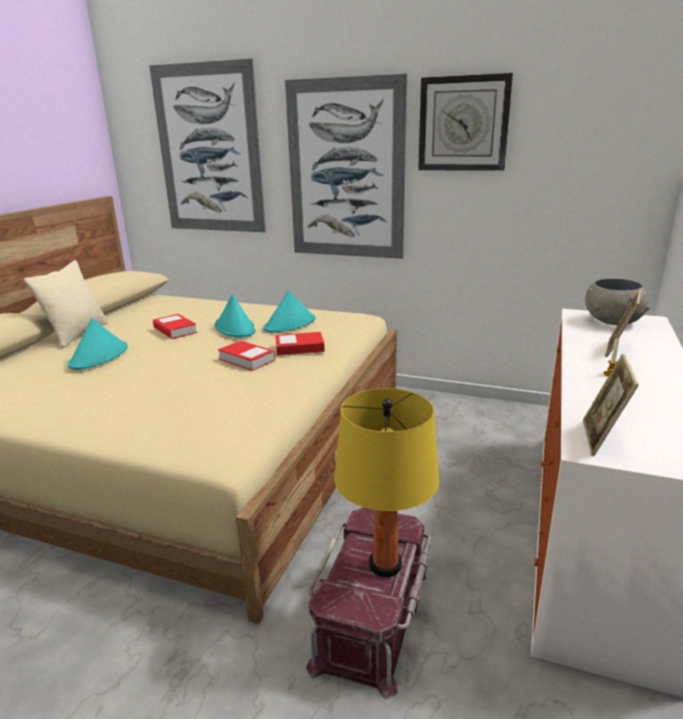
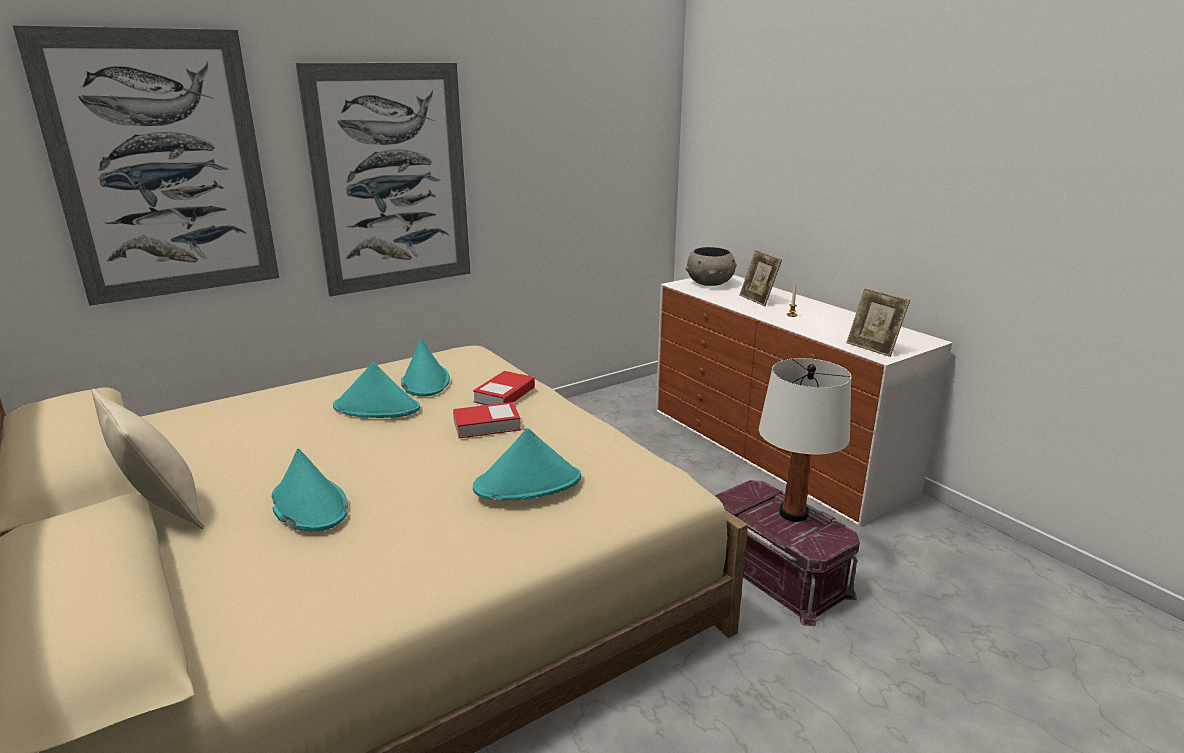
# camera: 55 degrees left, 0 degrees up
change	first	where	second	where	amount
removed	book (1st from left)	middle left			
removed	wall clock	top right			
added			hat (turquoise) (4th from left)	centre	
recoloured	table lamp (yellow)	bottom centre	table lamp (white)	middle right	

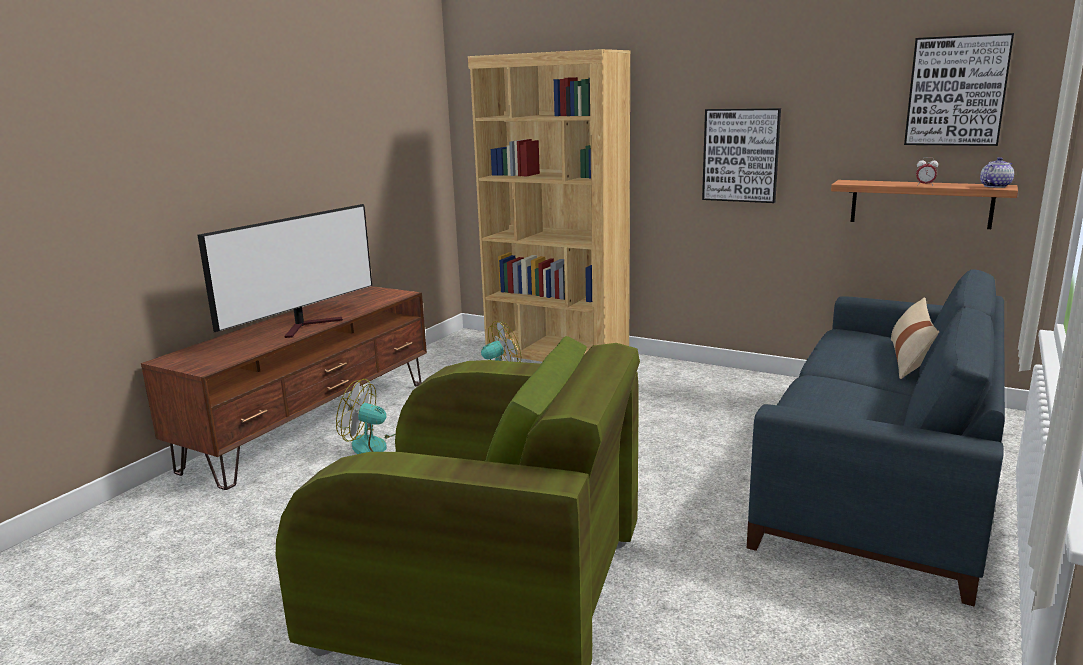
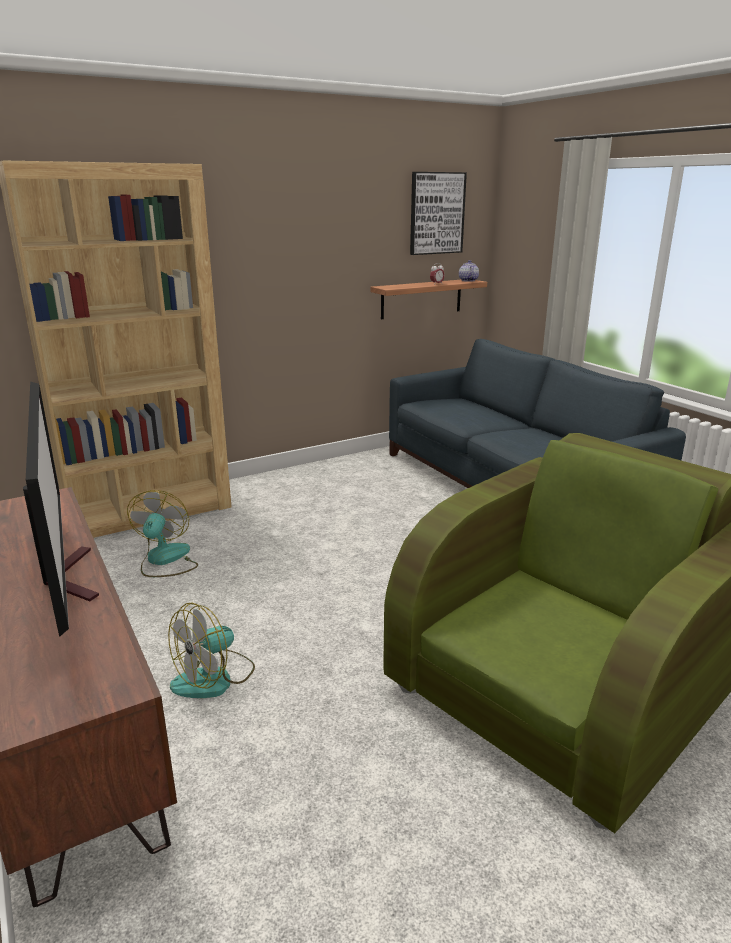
# camera: 60 degrees left, 5 degrees up
change	first	where	second	where	amount
removed	picture (1st from left)	top right			
removed	pillow (beige)	middle right			

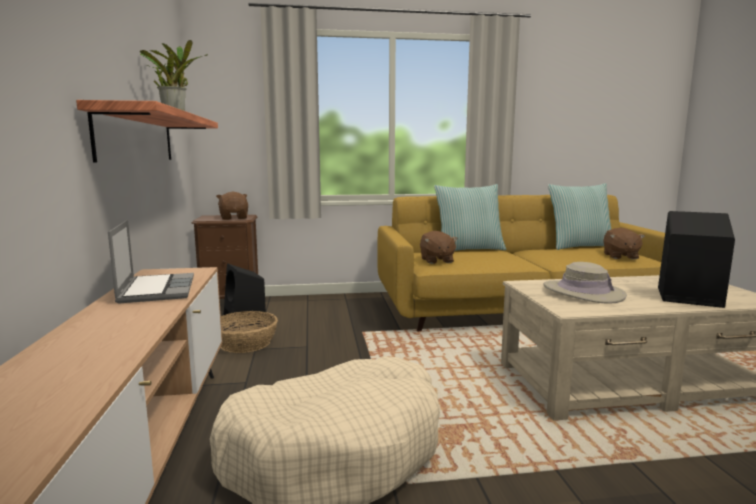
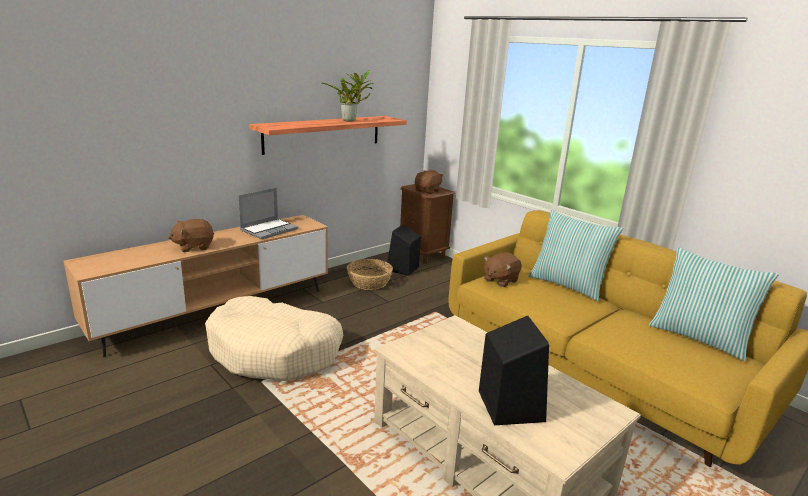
# camera: 55 degrees right, 10 degrees up
change	first	where	second	where	amount
removed	hat (beige)	middle right			
moved	plush toy (brown) (3rd from left in the first image)	middle right	plush toy (brown) (1st from left)	middle left	

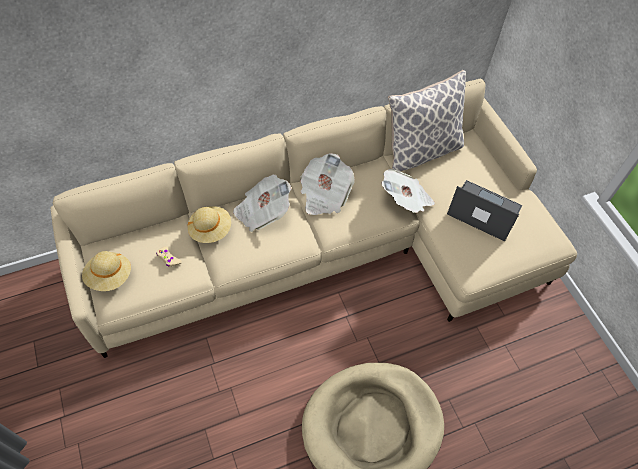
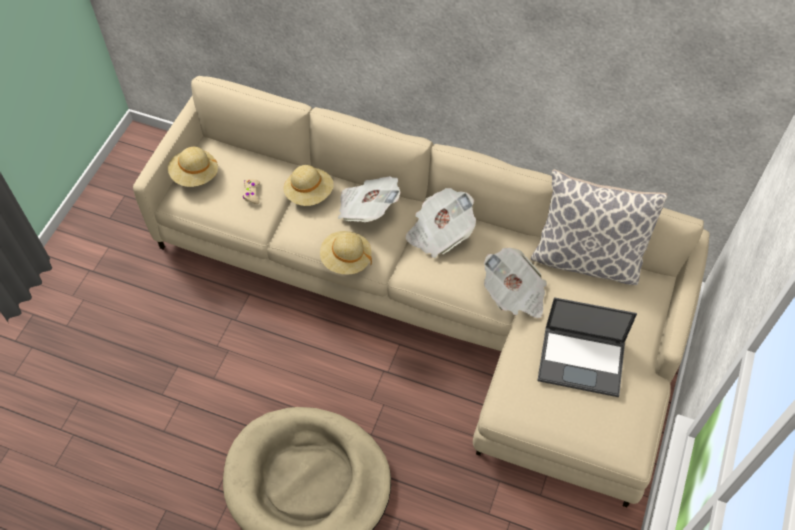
# camera: 45 degrees right, 0 degrees up
change	first	where	second	where	amount
added			hat (beige) (3rd from left)	centre	
turned	laptop	middle right		middle right	120 degrees clockwise

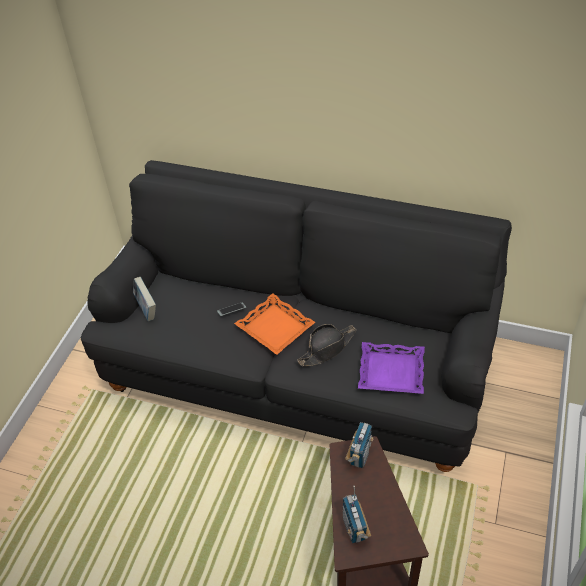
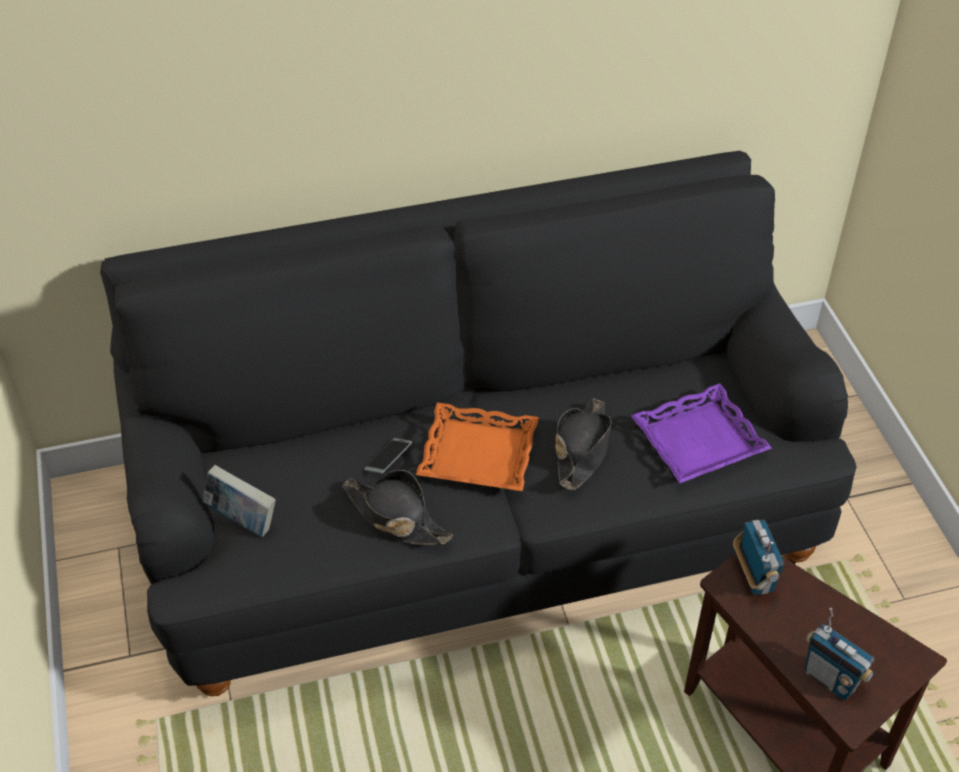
# camera: 35 degrees left, 0 degrees up
change	first	where	second	where	amount
added			hat (black) (1st from left)	centre	

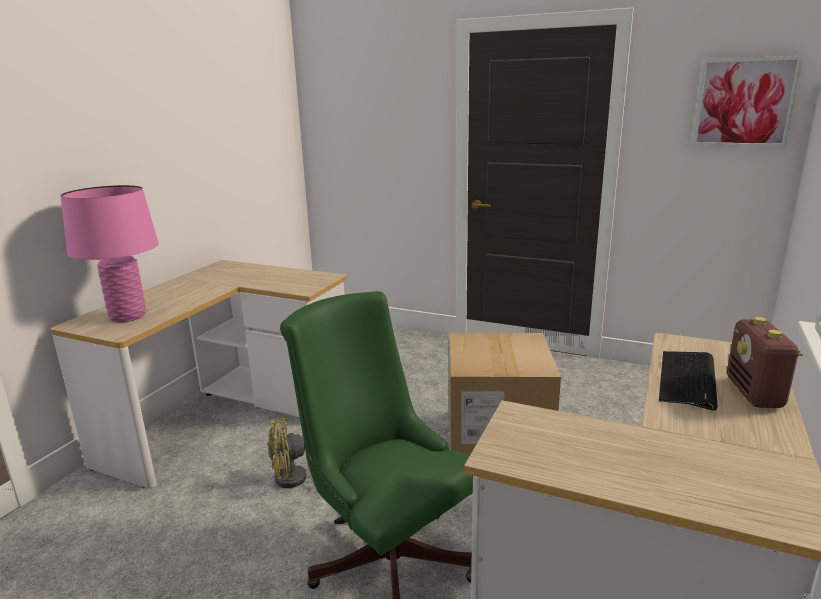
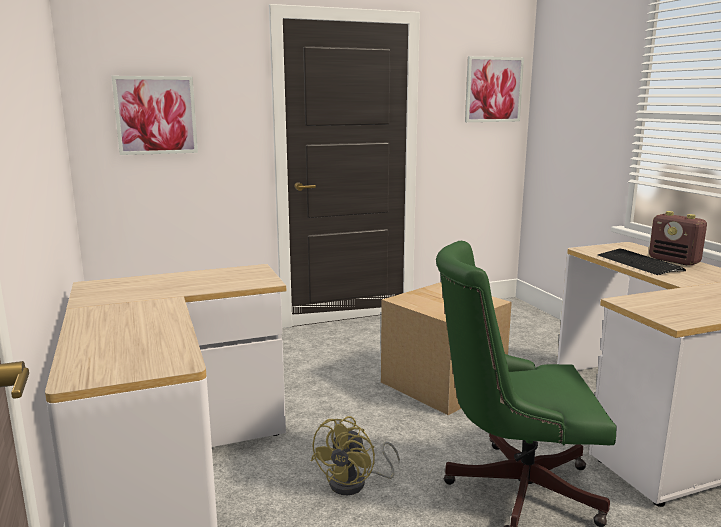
# camera: 45 degrees left, 5 degrees down
change	first	where	second	where	amount
removed	table lamp (pink)	middle left			
added			picture (1st from left)	top left	

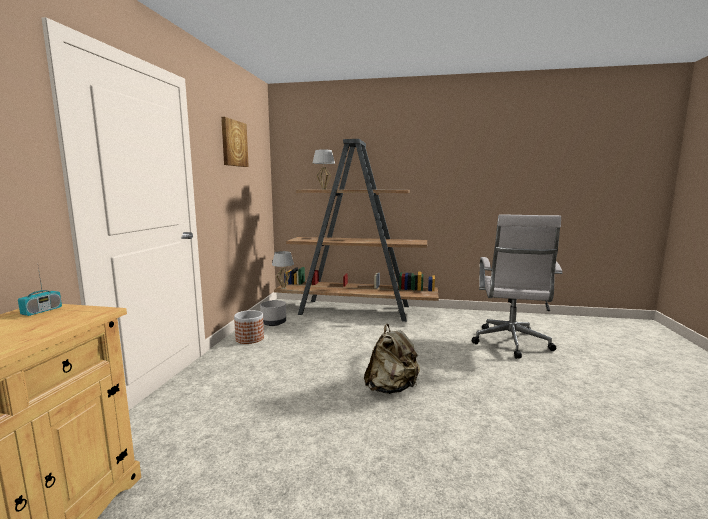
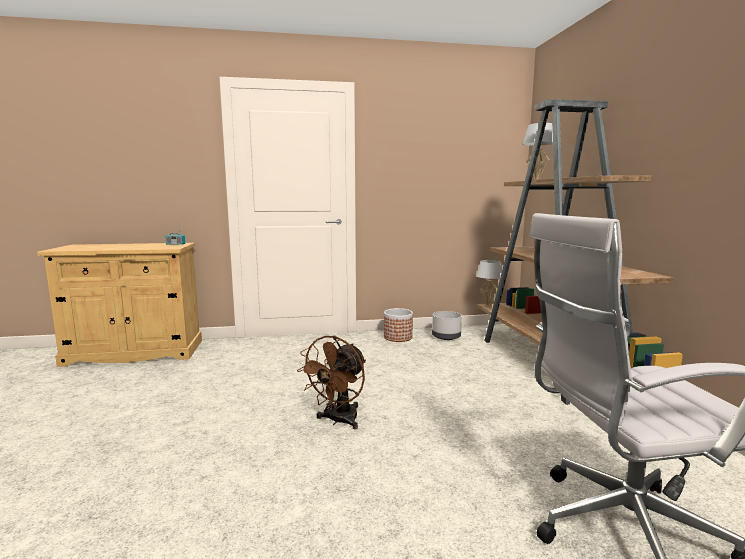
# camera: 70 degrees right, 0 degrees up
change	first	where	second	where	amount
removed	picture	top left			
replaced	backpack (beige)	bottom centre	fan (brown)	bottom centre	

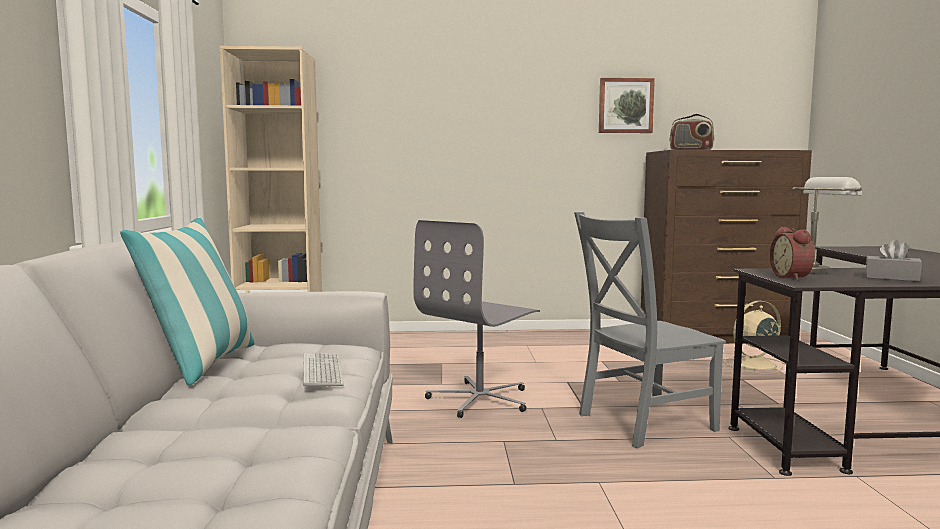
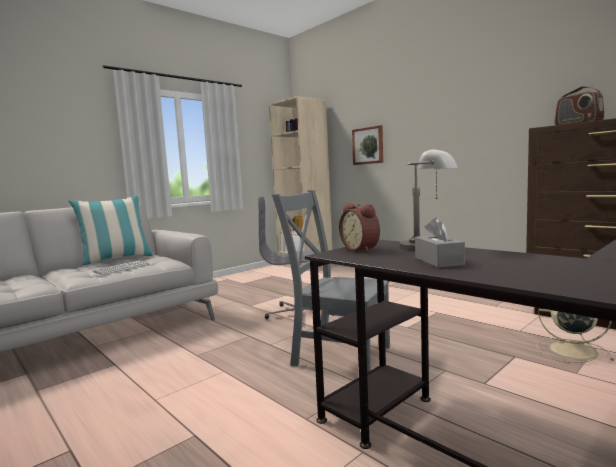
# camera: 50 degrees right, 0 degrees up
change	first	where	second	where	amount
moved	picture	top right		top centre	
turned	alarm clock	middle right		centre	75 degrees counterclockwise

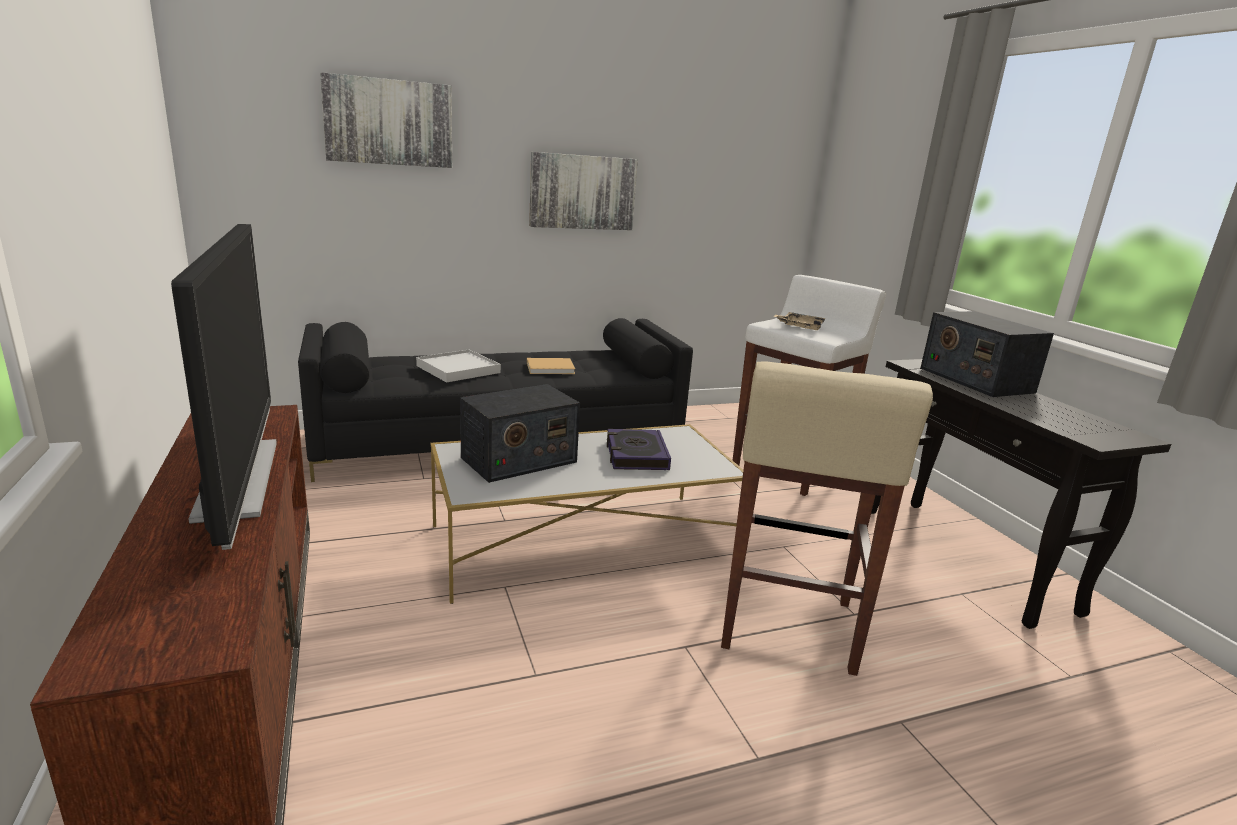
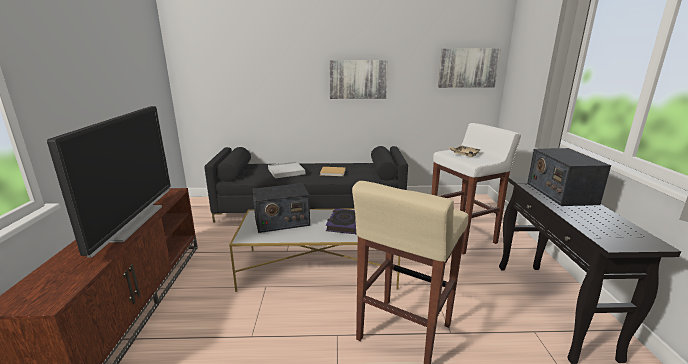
# camera: 20 degrees right, 0 degrees up
change	first	where	second	where	amount
moved	picture (1st from left in the first image)	top left	picture (2nd from left)	top right	

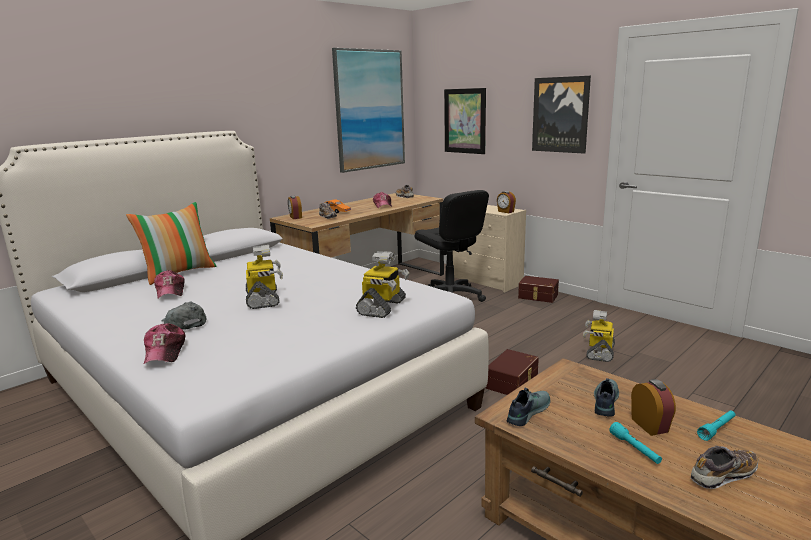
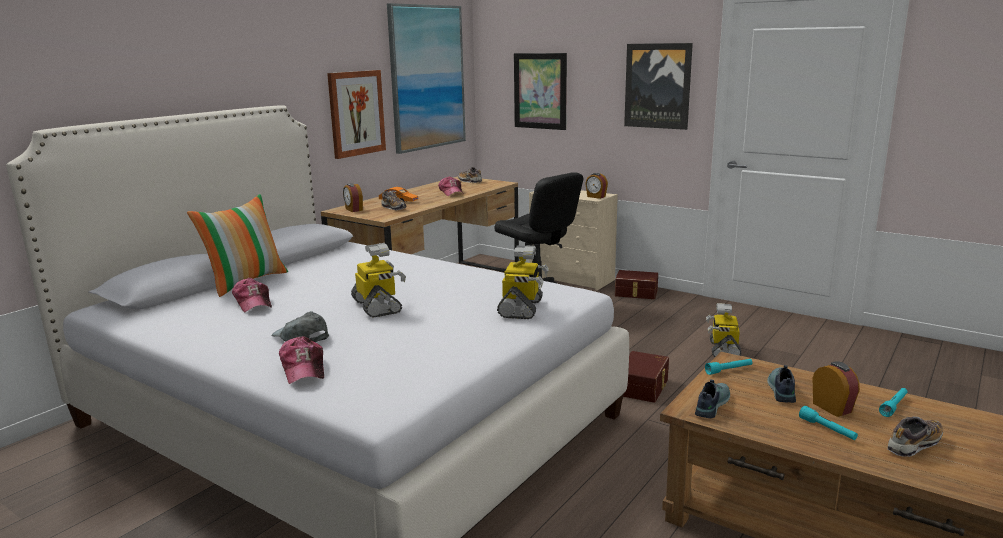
# camera: 10 degrees left, 0 degrees up
change	first	where	second	where	amount
added			picture (1st from left)	top centre	
added			flashlight (turquoise) (1st from left)	bottom right	

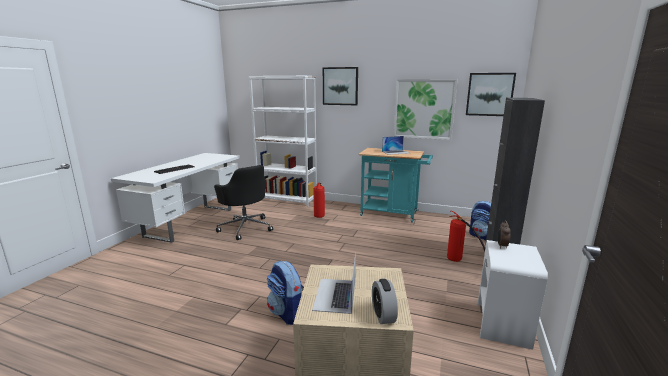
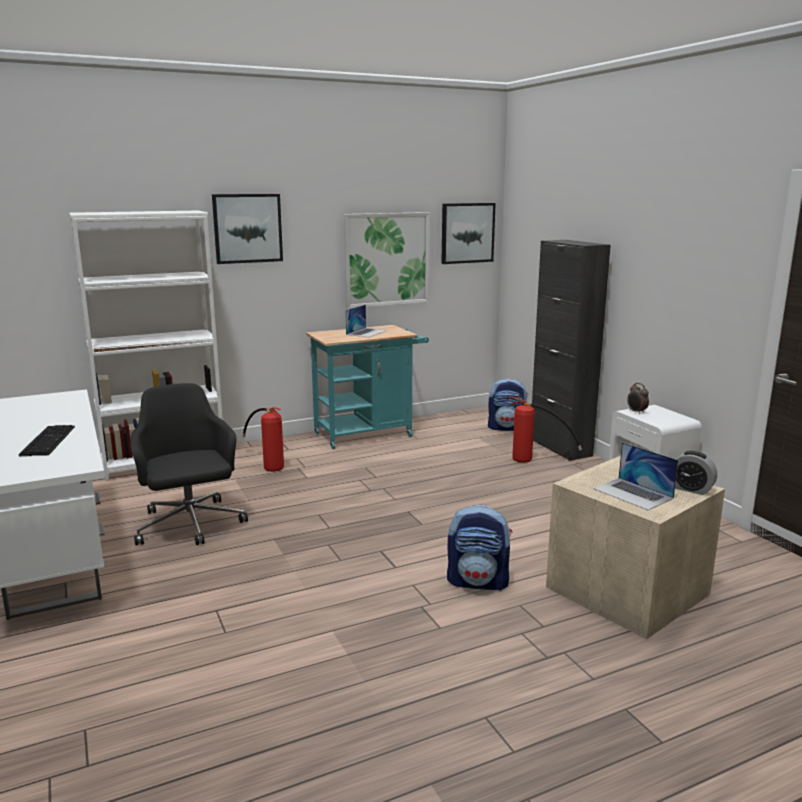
# camera: 45 degrees left, 0 degrees up
change	first	where	second	where	amount
turned	office chair (black)	centre		middle left	120 degrees counterclockwise

